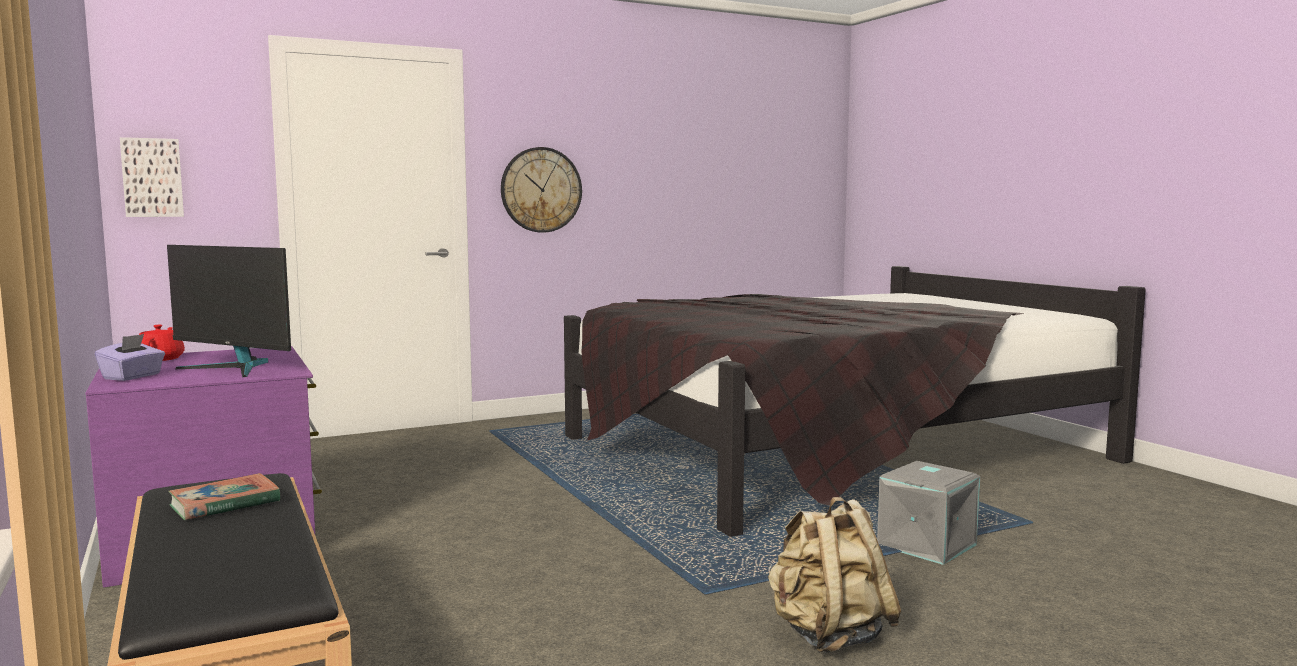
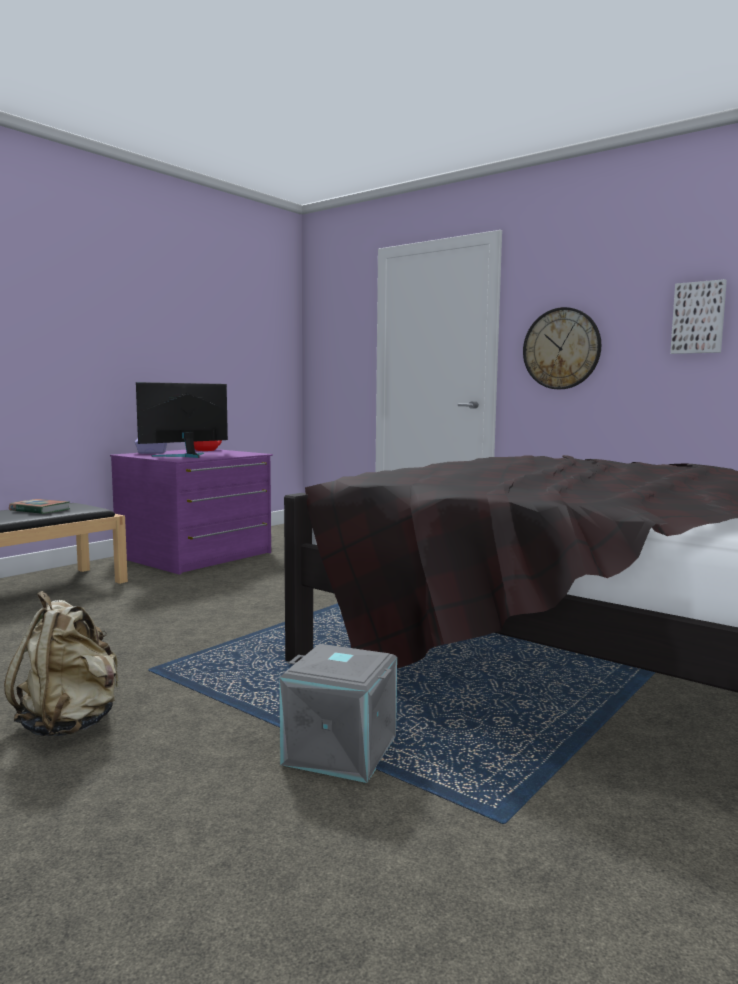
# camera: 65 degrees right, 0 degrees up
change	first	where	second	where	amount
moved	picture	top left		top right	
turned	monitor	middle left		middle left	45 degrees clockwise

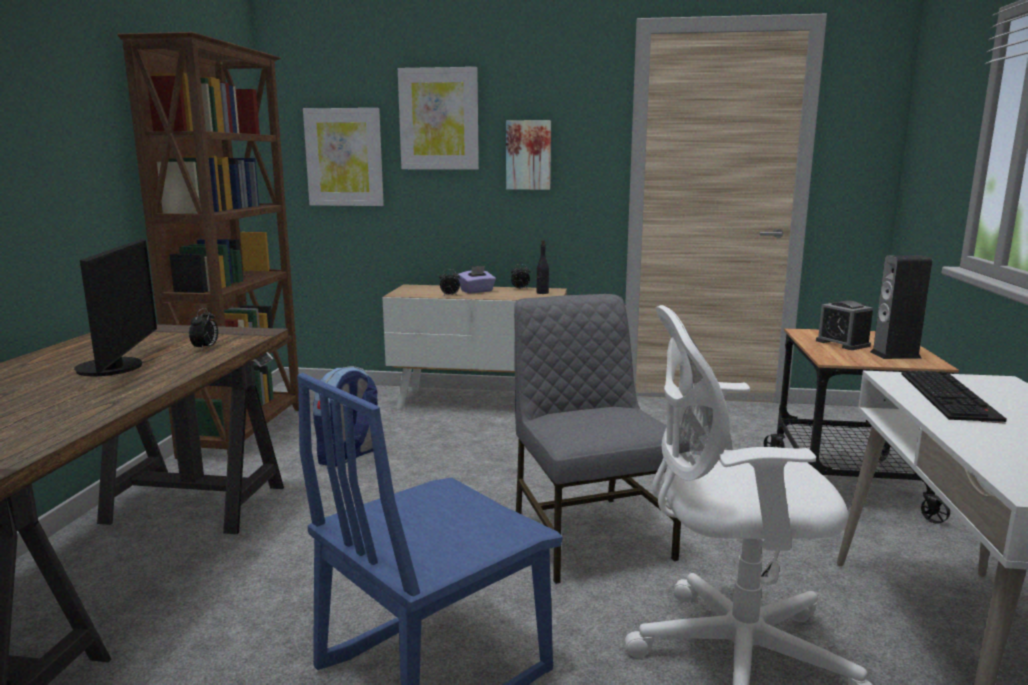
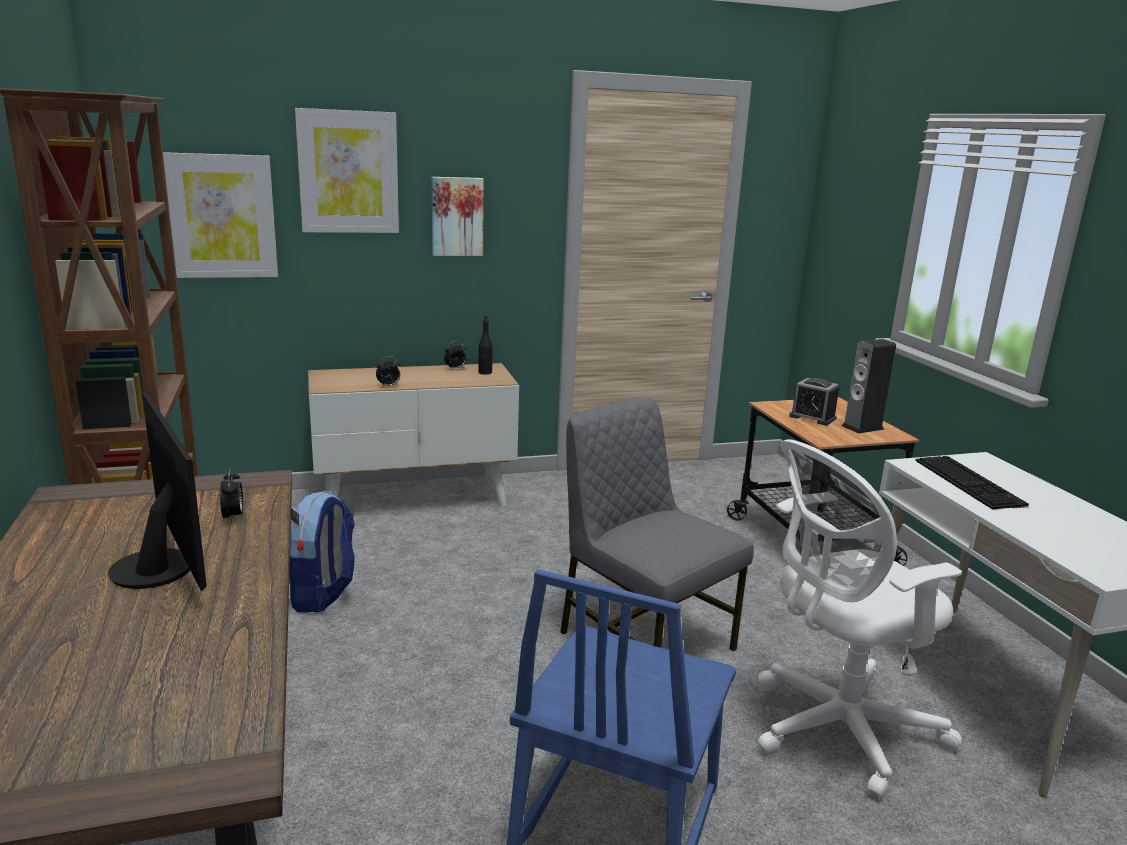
# camera: 25 degrees left, 5 degrees up
change	first	where	second	where	amount
removed	tissue box (purple)	centre			

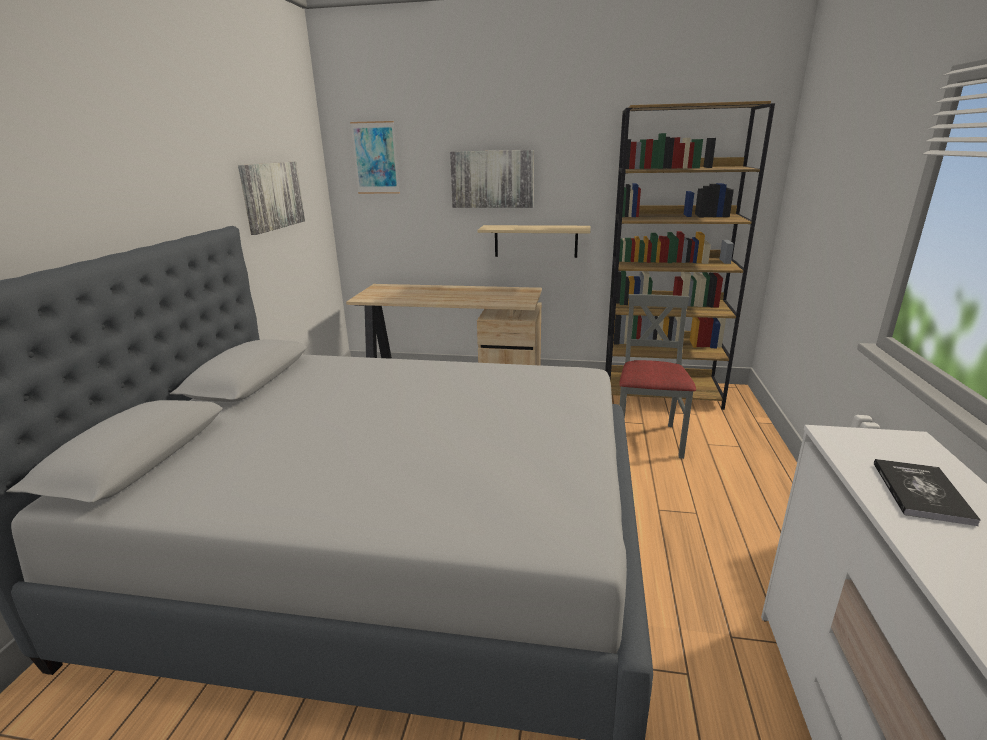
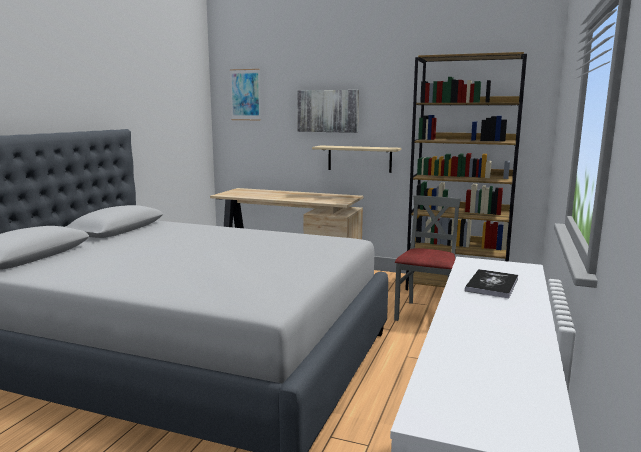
# camera: 10 degrees right, 10 degrees down
change	first	where	second	where	amount
removed	picture (1st from left)	top left			

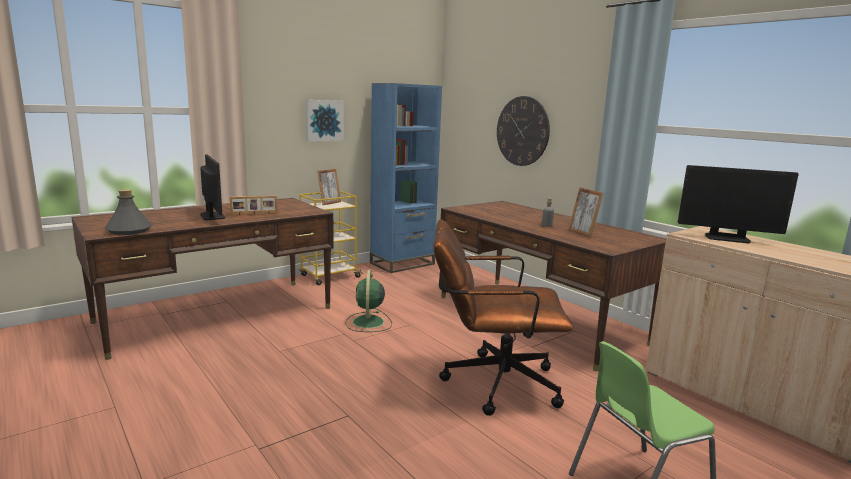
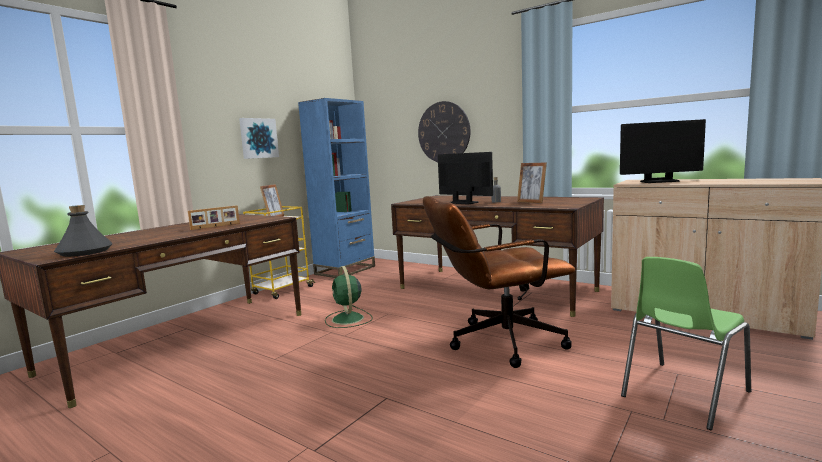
# camera: 15 degrees left, 5 degrees down
change	first	where	second	where	amount
moved	monitor (1st from left)	middle left		centre	

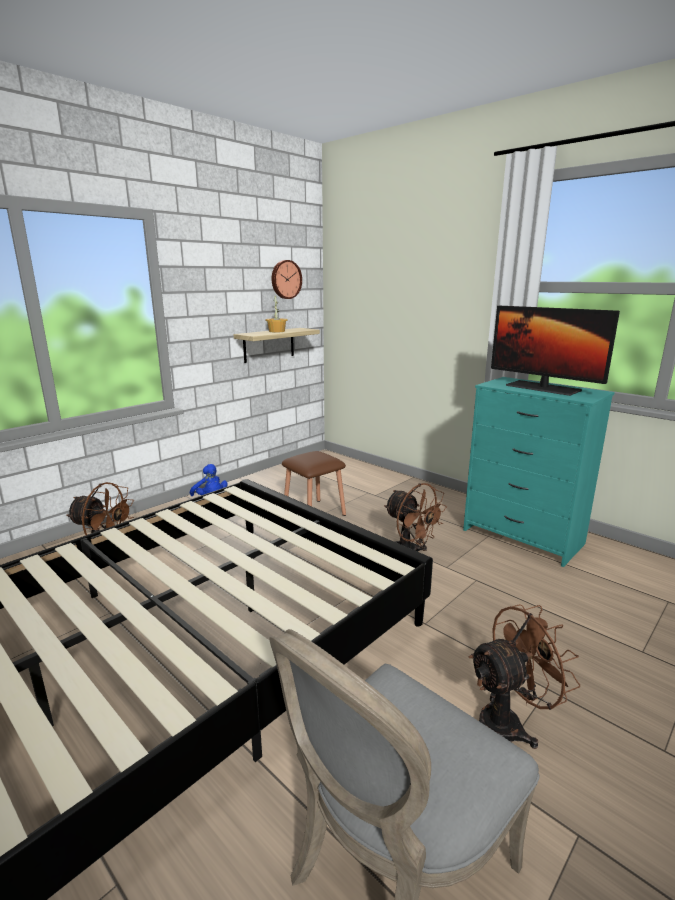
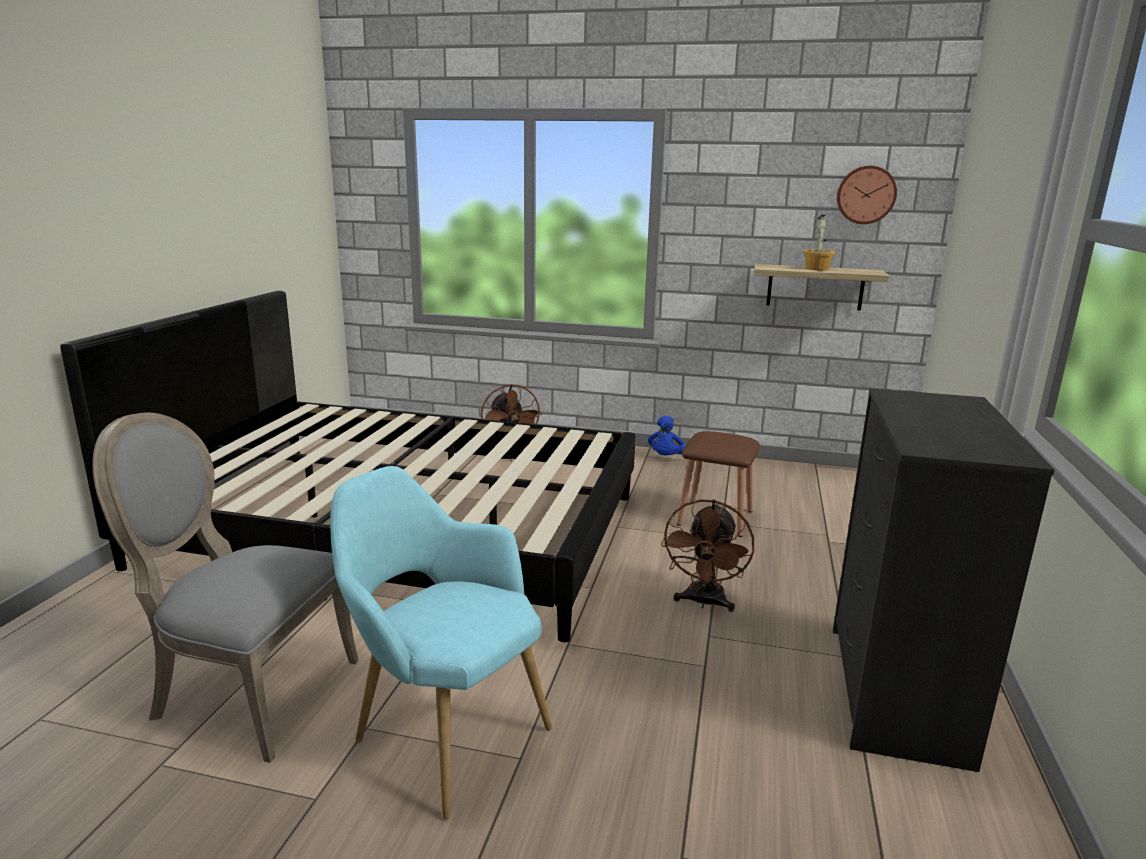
# camera: 60 degrees right, 0 degrees up
change	first	where	second	where	amount
removed	monitor	middle right			
replaced	fan (brown) (3rd from left)	bottom right	armchair (turquoise)	bottom centre	
recoloured	dresser (turquoise)	middle right	dresser (black)	bottom right	

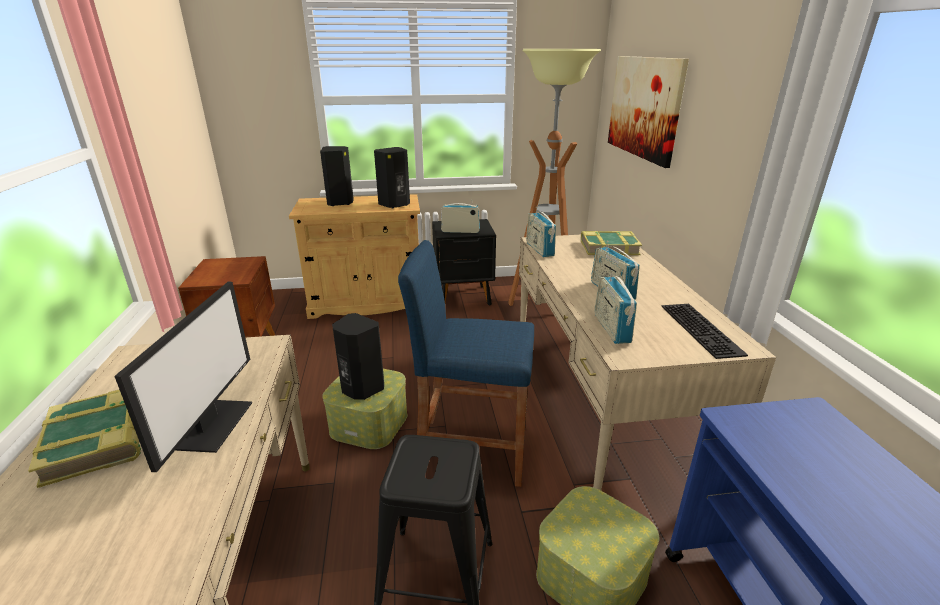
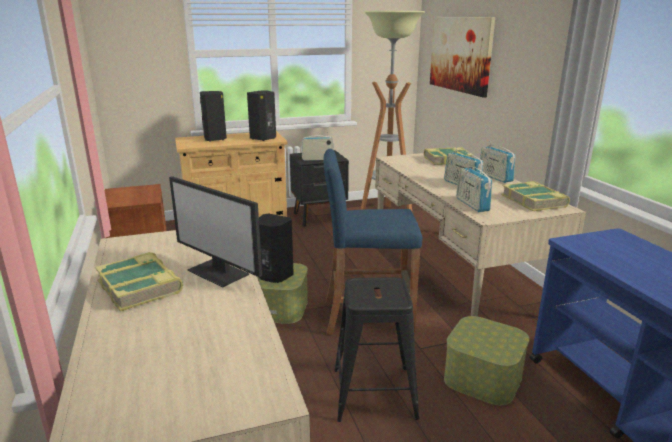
# camera: 10 degrees left, 5 degrees down
change	first	where	second	where	amount
moved	radio (2nd from left in the first image)	centre	radio (4th from left)	middle right	
replaced	keyboard	middle right	book (3rd from left)	middle right	
turned	monitor	middle left		middle left	135 degrees clockwise

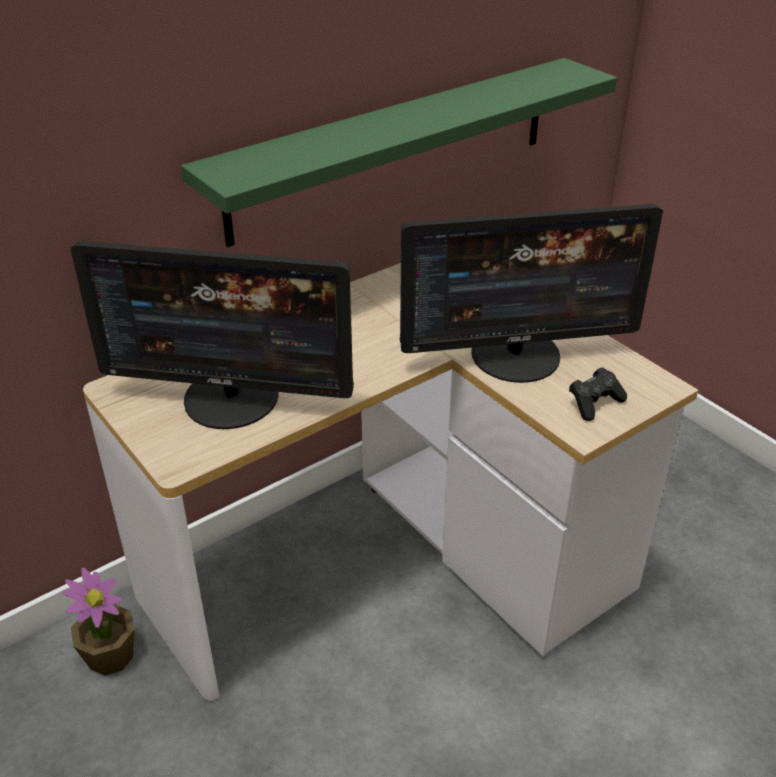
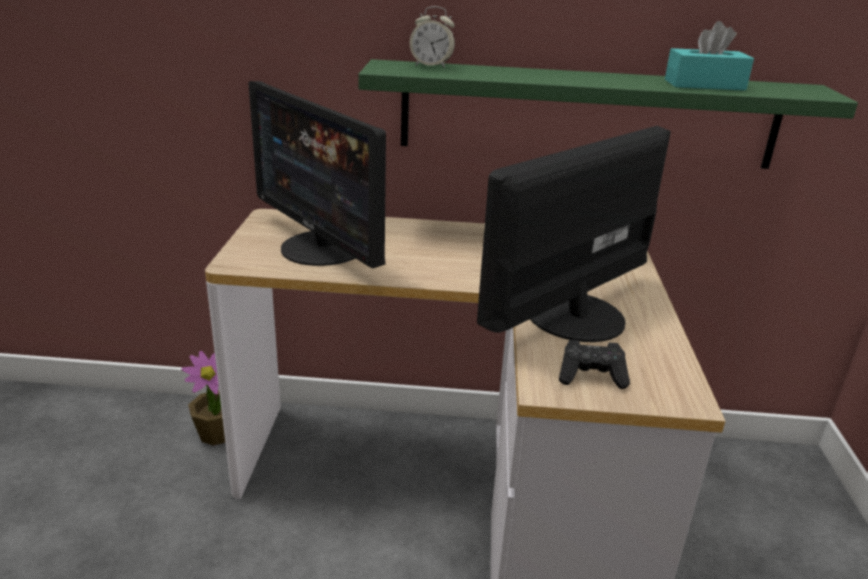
# camera: 40 degrees right, 10 degrees down
change	first	where	second	where	amount
added			alarm clock	top centre	
added			tissue box (turquoise)	top right	
turned	monitor (2nd from left)	middle right		centre	105 degrees clockwise

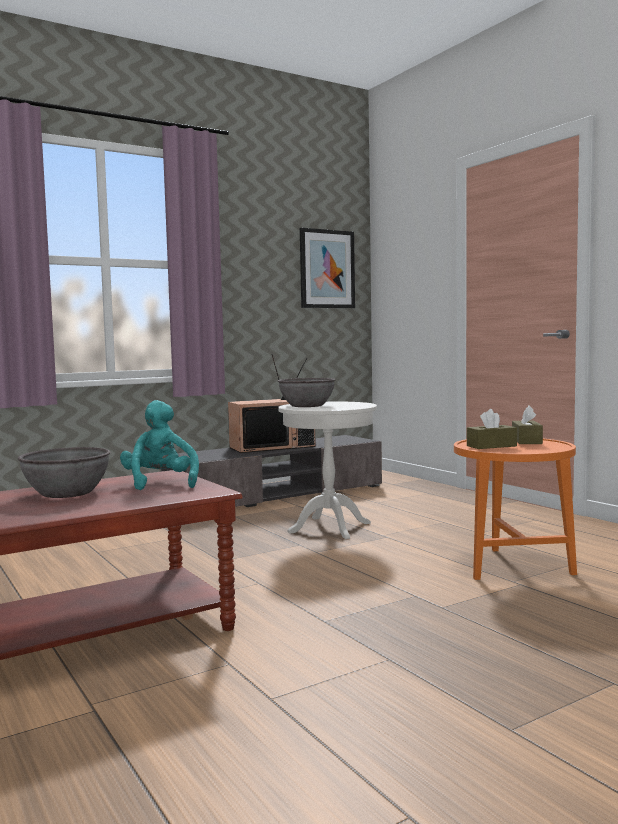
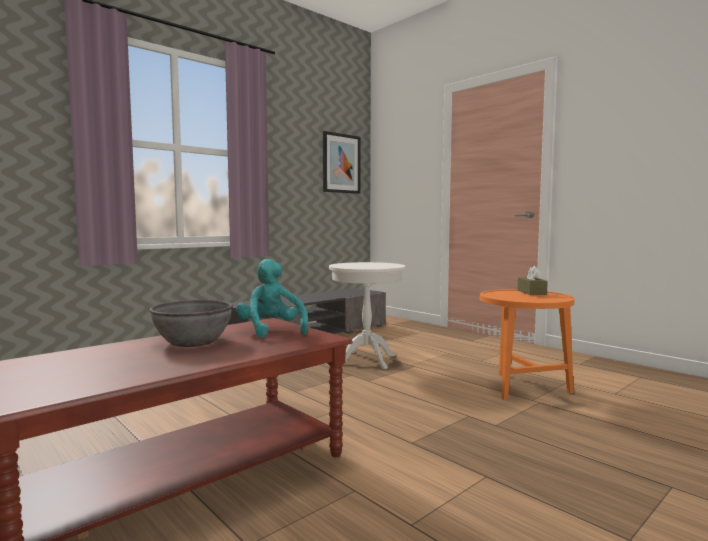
# camera: 10 degrees left, 0 degrees up
change	first	where	second	where	amount
removed	television	centre			
removed	bowl (grey) (2nd from left)	centre			
removed	tissue box (brown) (1st from left)	middle right			

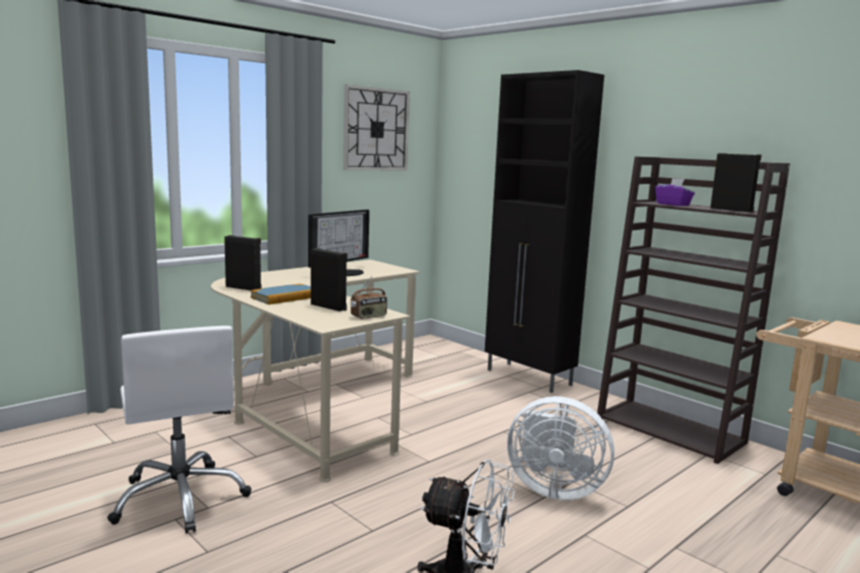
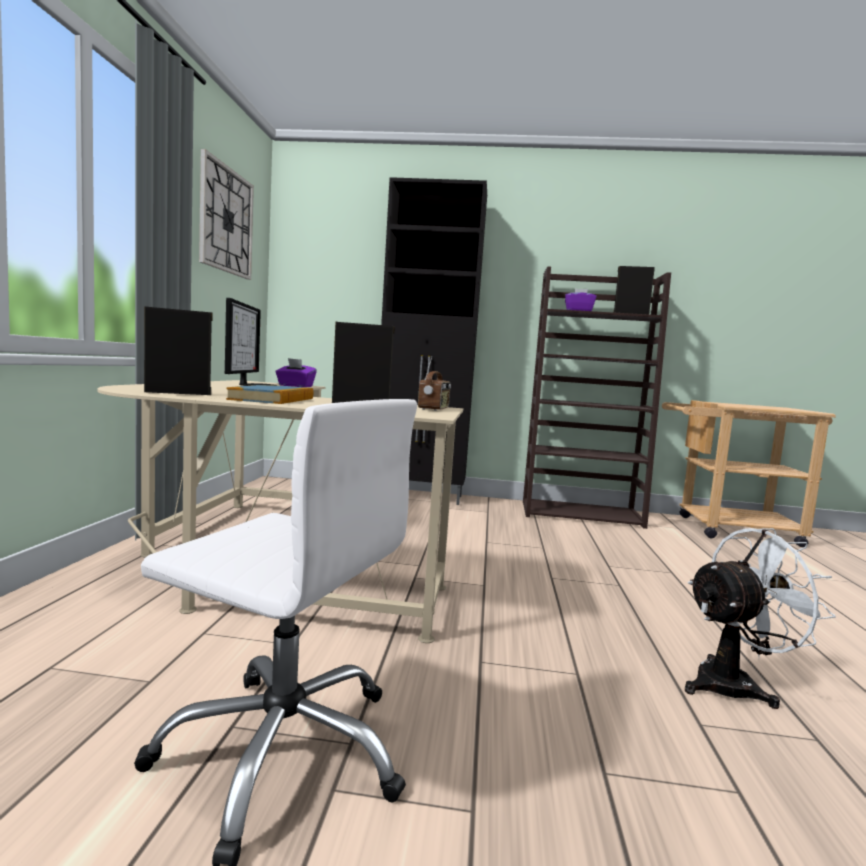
# camera: 40 degrees left, 5 degrees down
change	first	where	second	where	amount
removed	fan (white) (2nd from left)	bottom centre			
added			tissue box (purple) (1st from left)	centre	

